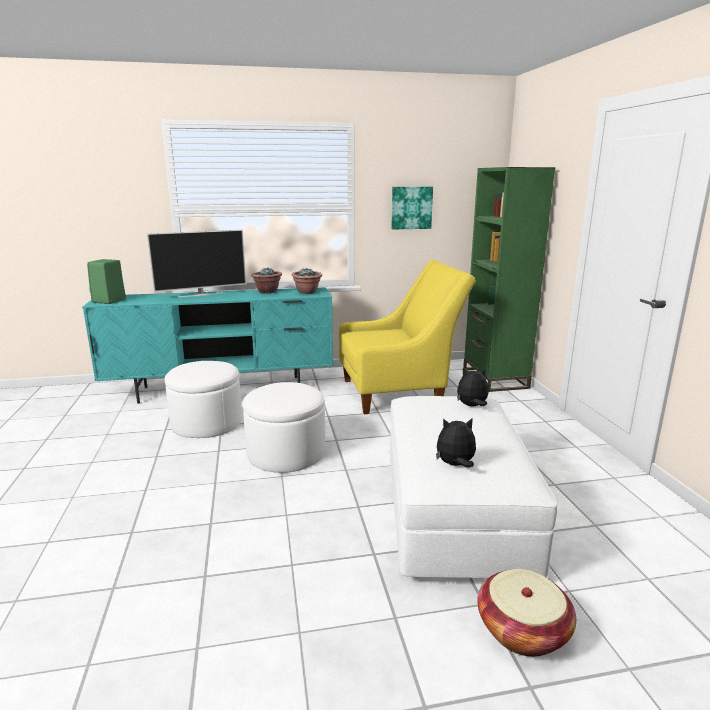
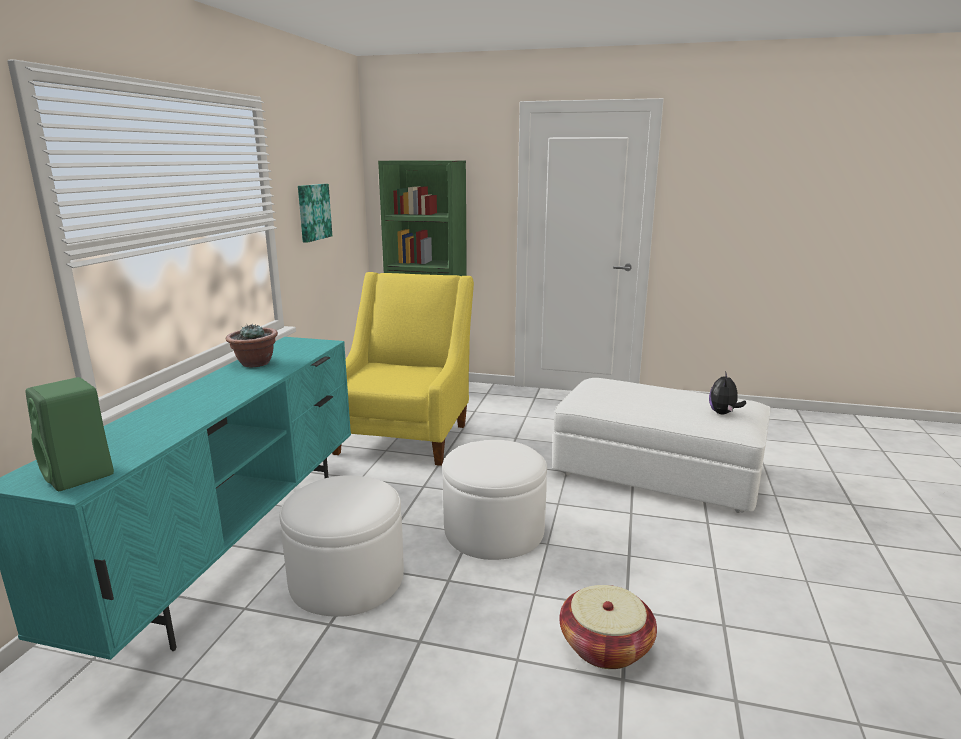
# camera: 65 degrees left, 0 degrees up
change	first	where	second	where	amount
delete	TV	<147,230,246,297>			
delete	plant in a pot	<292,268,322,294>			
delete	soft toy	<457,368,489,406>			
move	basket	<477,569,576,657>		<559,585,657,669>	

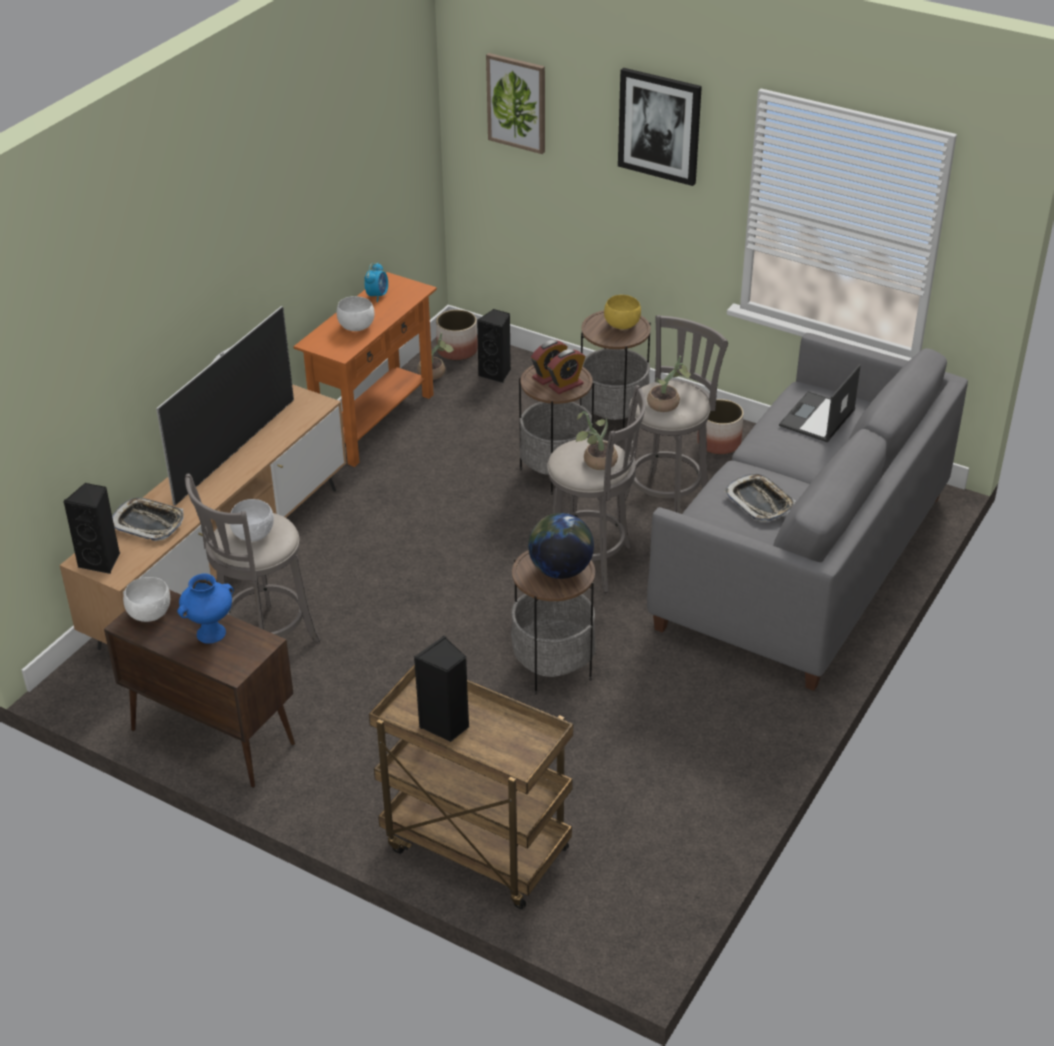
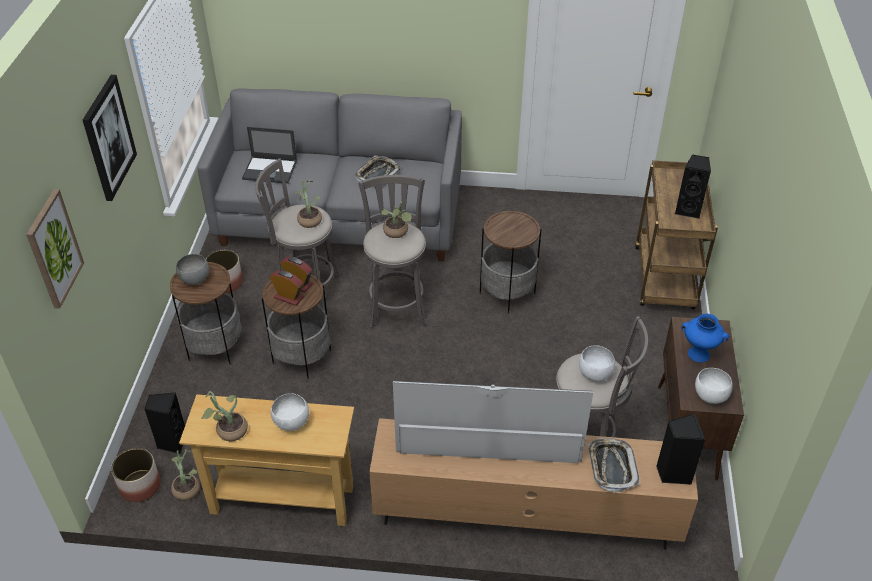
# camera: 115 degrees left, 5 degrees up
change	first	where	second	where	amount
recolor	console table/orange-coloured	<293,272,437,467>	console table/beige-coloured	<179,394,354,526>	
replace	bedside clock	<365,263,388,302>	plant in a pot	<202,391,248,441>	
delete	desk globe	<528,513,594,579>			
recolor	serving bowl/yellowish	<604,295,641,330>	serving bowl/gray	<176,254,209,285>	

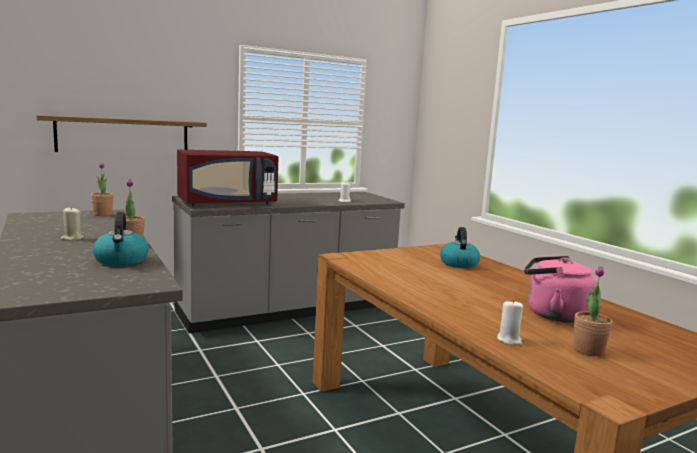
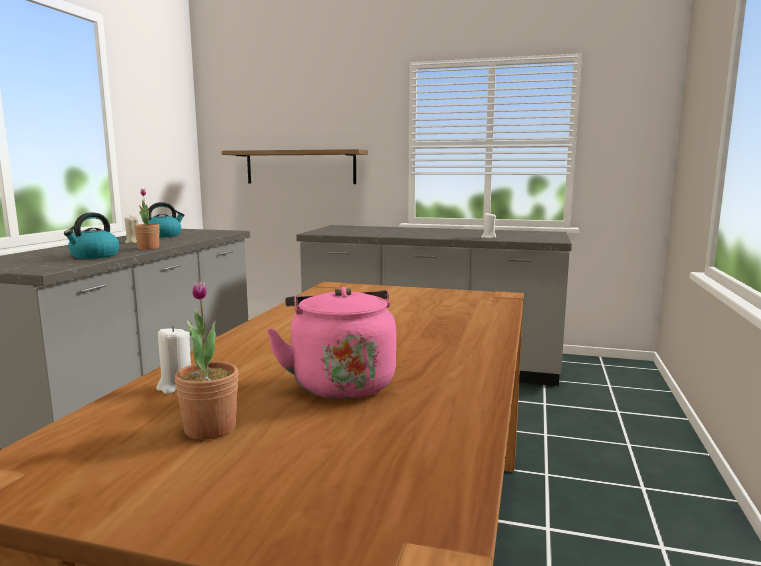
# camera: 45 degrees right, 0 degrees up
change	first	where	second	where	amount
delete	plant in a pot	<91,162,114,216>			
delete	microwave/red-coloured	<177,150,279,207>			
move	water kettle	<440,227,480,268>		<148,202,184,237>	

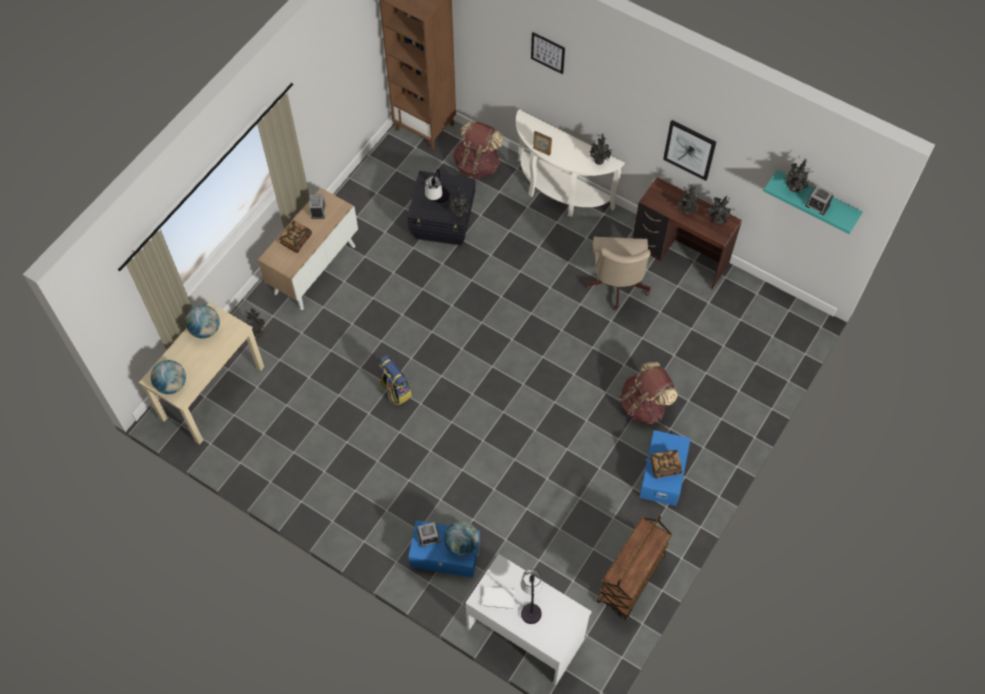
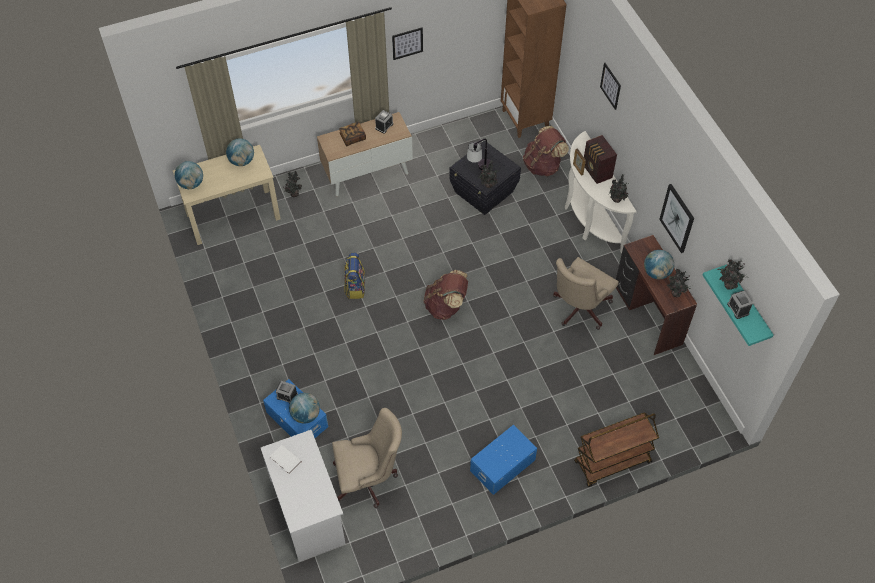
# camera: 35 degrees right, 5 degrees down
change	first	where	second	where	amount
delete	lamp for a table	<521,569,542,624>			
move	trolley/brown-coloured	<596,516,672,620>		<574,413,659,487>	
move	backpack/brown-coloured	<619,362,678,425>		<424,270,468,320>	
delete	bound book	<650,450,682,479>			
replace	plant in a pot	<678,184,700,215>	desk globe	<644,250,674,279>	
insert			office chair/beige-coloured	<332,408,402,508>	
insert			picture	<392,27,423,60>	
insert			radio	<584,135,617,184>	

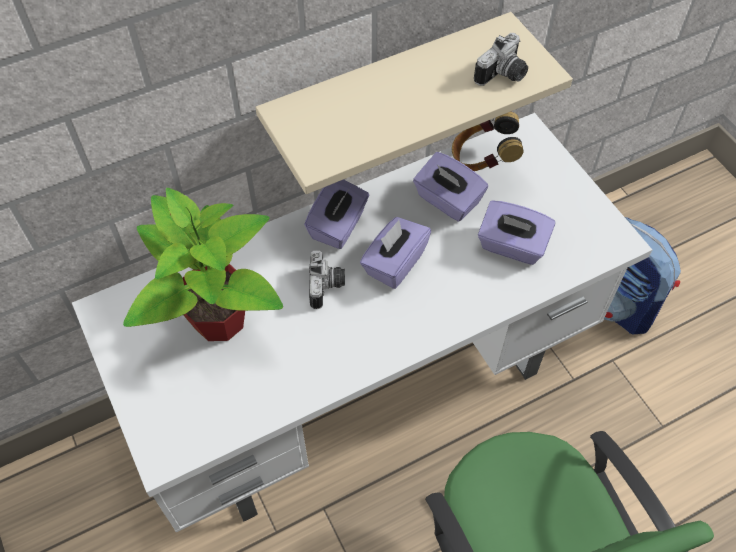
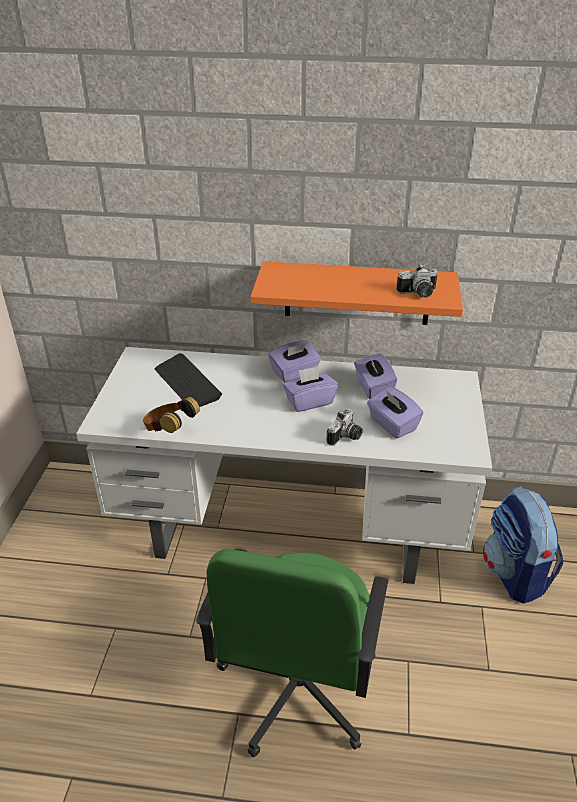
# camera: 35 degrees right, 20 degrees down
change	first	where	second	where	amount
replace	plant in a pot	<123,188,283,341>	computer keyboard	<155,353,222,407>	
recolor	bracket shelf/beige-coloured	<255,12,573,194>	bracket shelf/orange-coloured	<250,261,463,325>	
move	photo camera	<309,251,345,309>		<326,409,363,446>	
move	headphones	<452,111,523,171>		<143,397,200,433>	

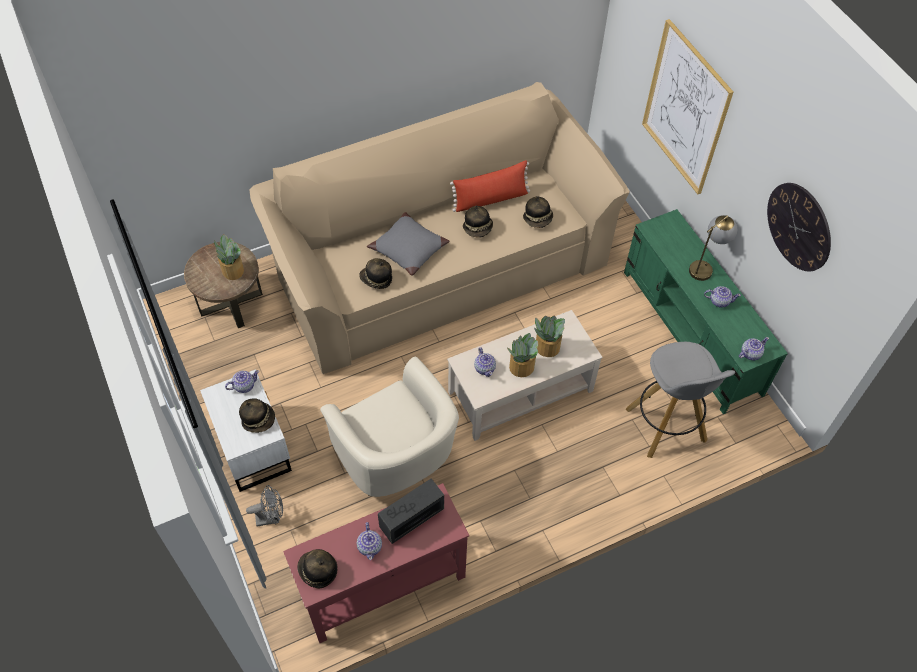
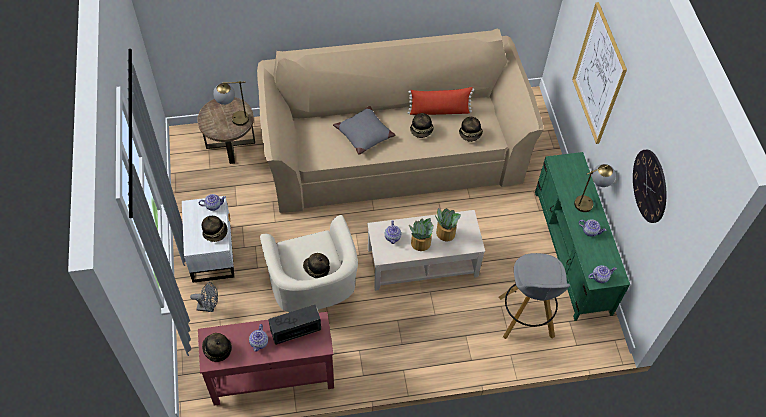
# camera: 15 degrees right, 0 degrees up
change	first	where	second	where	amount
replace	plant in a pot	<214,234,244,280>	lamp for a table	<213,81,249,126>	
move	wearable hat	<360,258,392,289>		<303,253,330,278>	

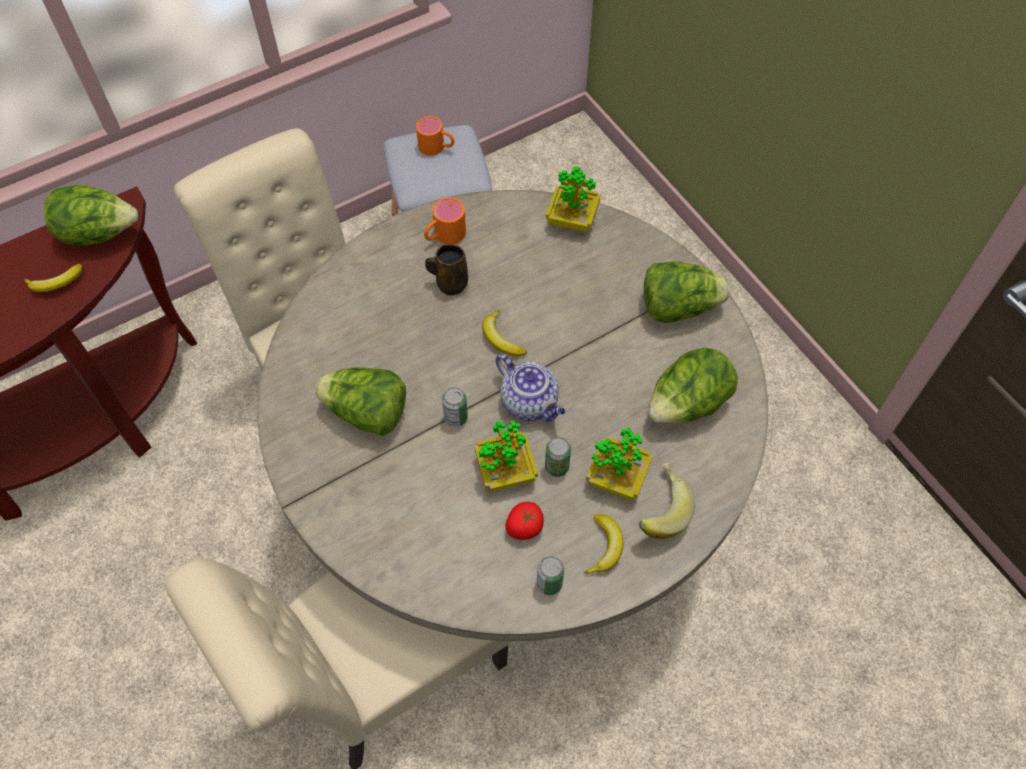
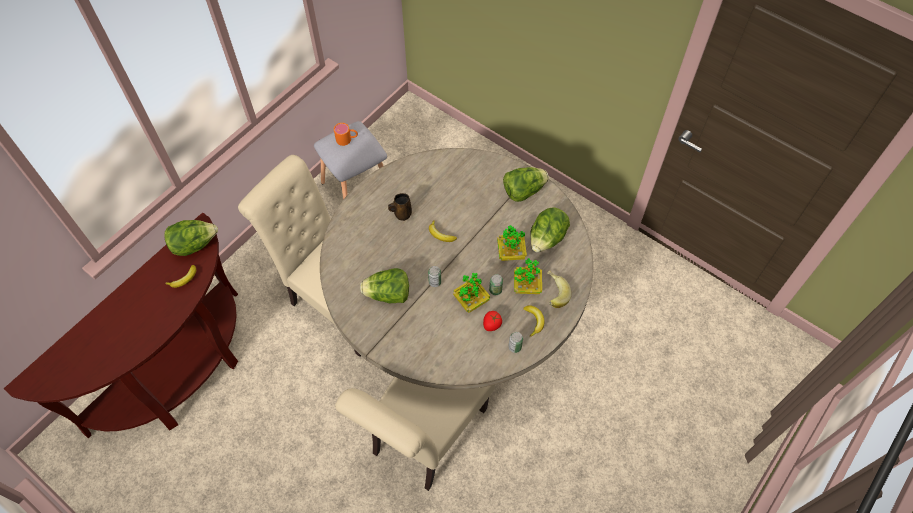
# camera: 20 degrees left, 0 degrees up
change	first	where	second	where	amount
delete	tea mug/orange-coloured	<424,197,466,244>			
delete	teapot	<496,354,565,422>			
move	plant in a pot	<546,166,601,232>		<497,225,527,261>	

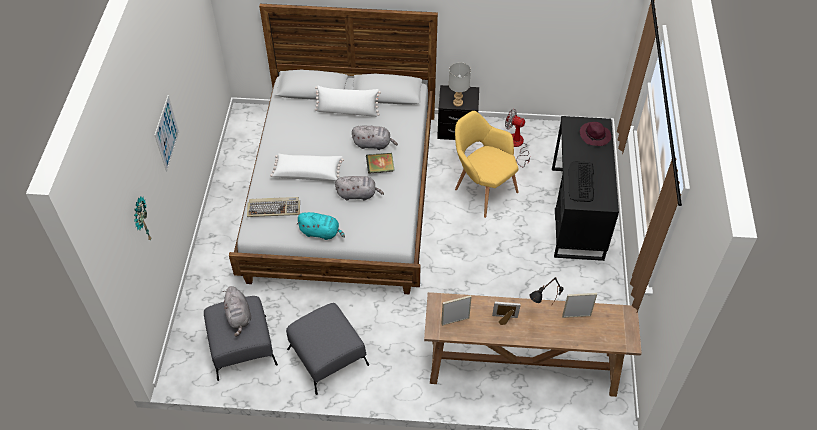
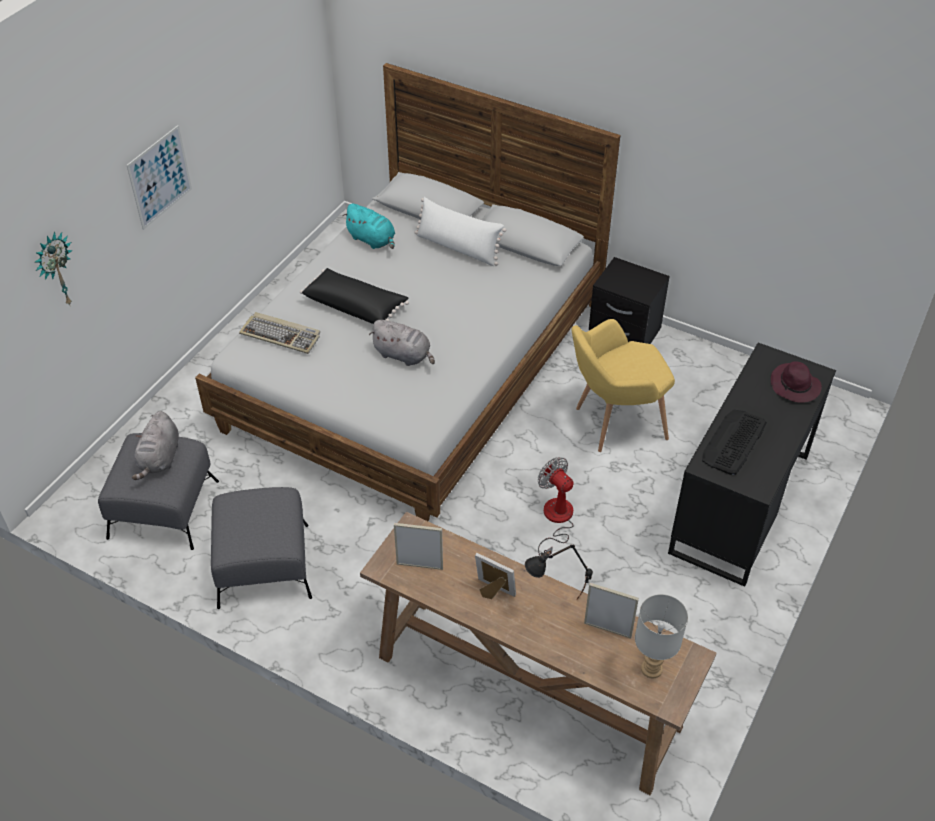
# camera: 25 degrees right, 5 degrees down
change	first	where	second	where	amount
recolor	pillow/white-coloured	<270,153,344,181>	pillow/blackish	<300,268,409,324>	
move	soft toy/turquoise-coloured	<296,212,345,240>		<342,203,395,249>	
delete	soft toy/gray	<352,126,398,150>			
delete	bound book	<366,153,394,174>			
move	lamp for a table/gray	<449,62,471,107>		<635,594,688,678>	
rotate	easy chair/yellowish	<455,111,519,218>		<571,319,675,452>	90 degrees counterclockwise
move	cooling fan	<505,109,530,167>		<538,457,574,556>	

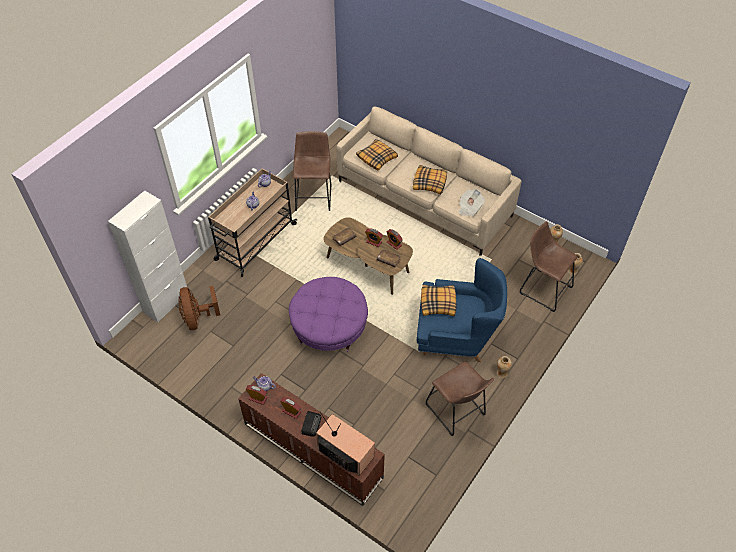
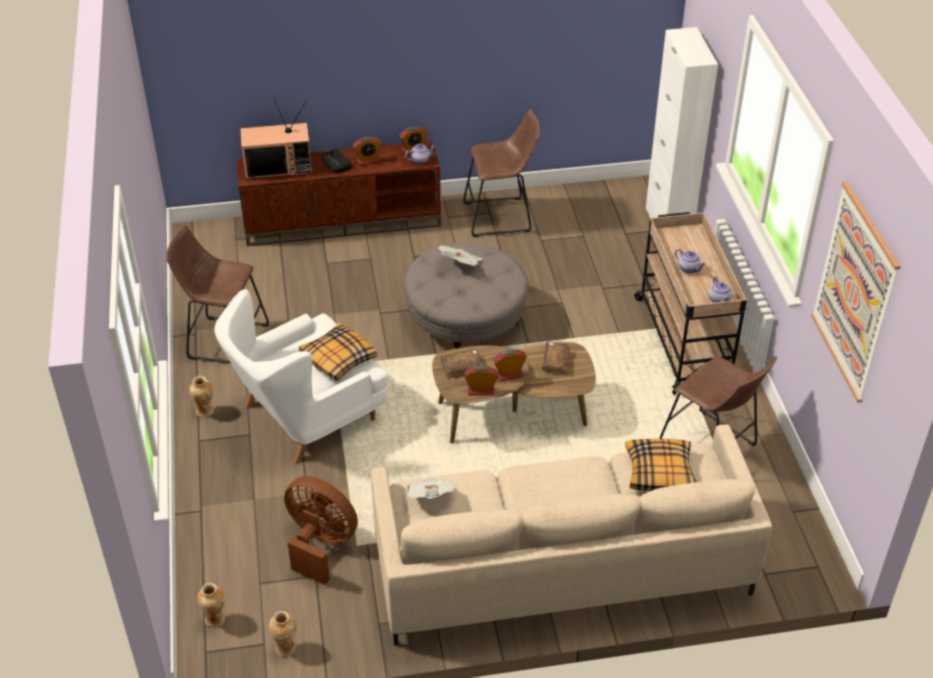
# camera: 135 degrees right, 10 degrees down
change	first	where	second	where	amount
move	cooling fan/brown-coloured	<179,286,220,330>		<284,476,358,585>	
recolor	pouffe/purple-coloured	<289,277,368,352>	pouffe/gray	<404,242,529,349>	
delete	pillow	<413,165,447,194>			
recolor	easy chair/bluish	<417,258,507,362>	easy chair/white-coloured	<214,289,388,463>	
move	stool/brown-coloured	<520,221,577,312>		<463,109,540,237>	
insert			newspaper	<438,245,483,266>	
insert			picture	<811,181,901,403>	

